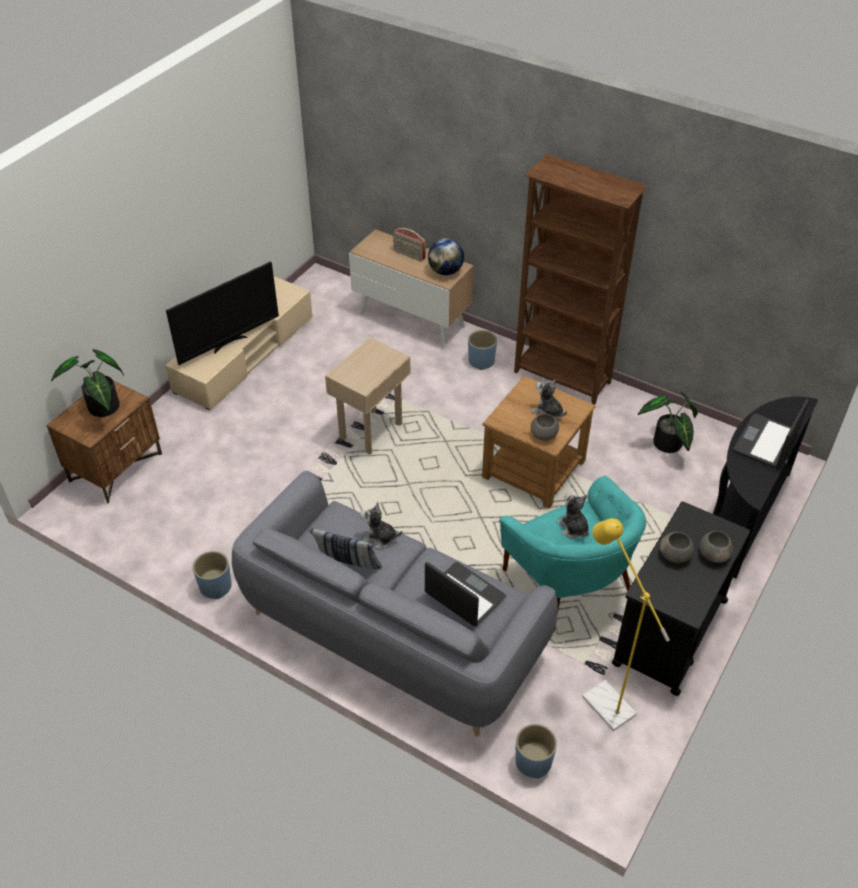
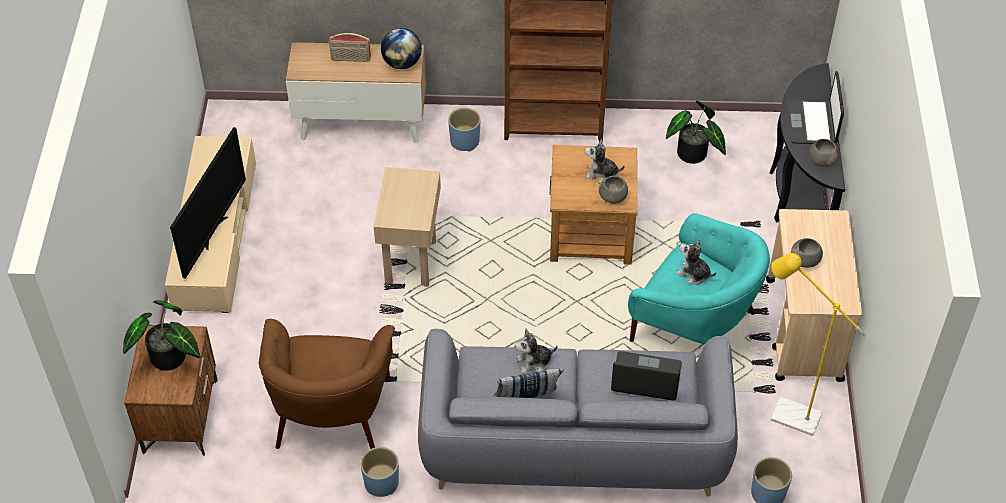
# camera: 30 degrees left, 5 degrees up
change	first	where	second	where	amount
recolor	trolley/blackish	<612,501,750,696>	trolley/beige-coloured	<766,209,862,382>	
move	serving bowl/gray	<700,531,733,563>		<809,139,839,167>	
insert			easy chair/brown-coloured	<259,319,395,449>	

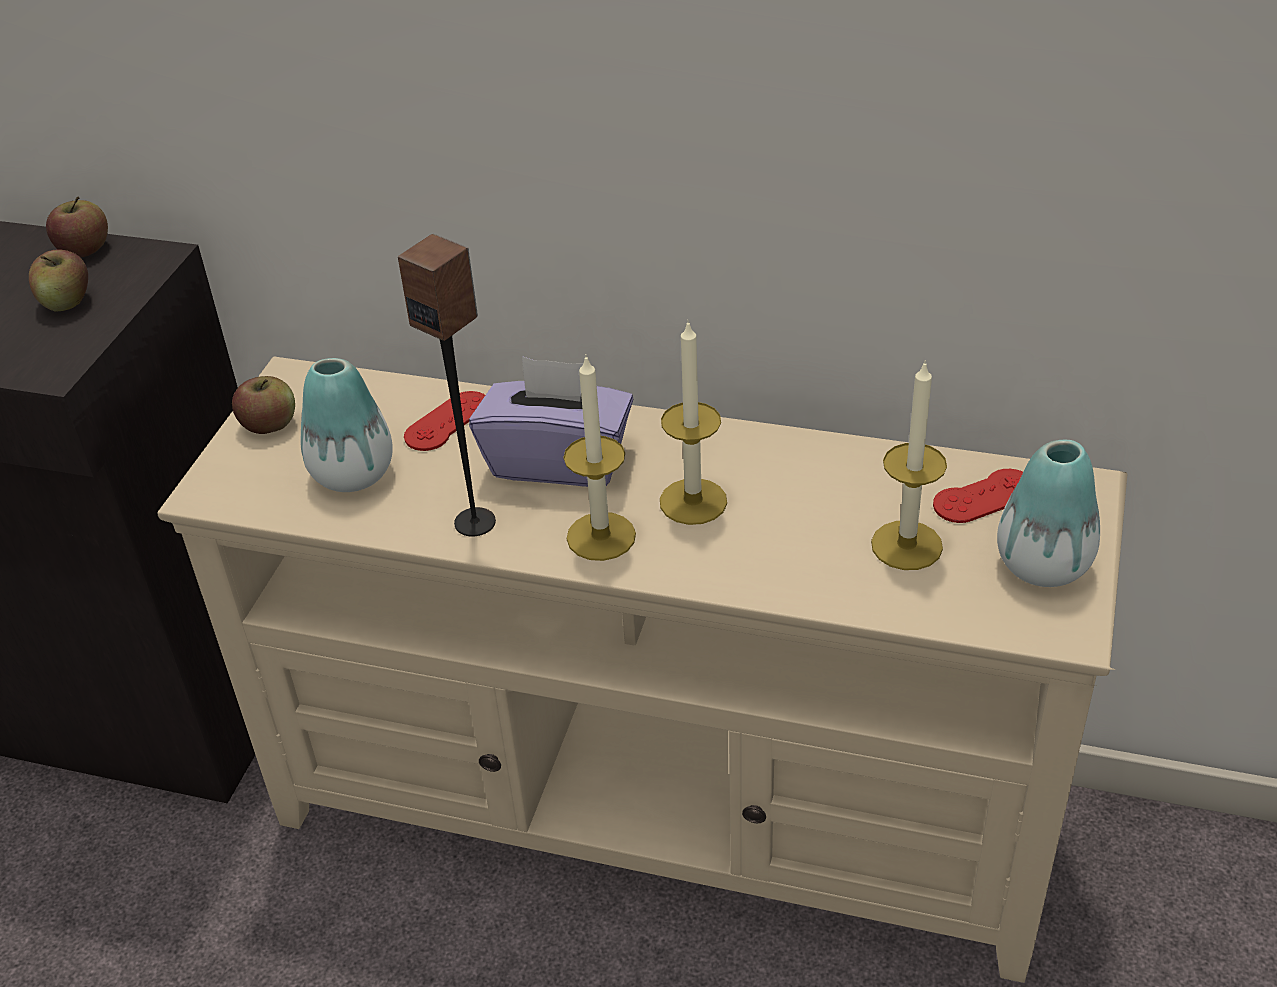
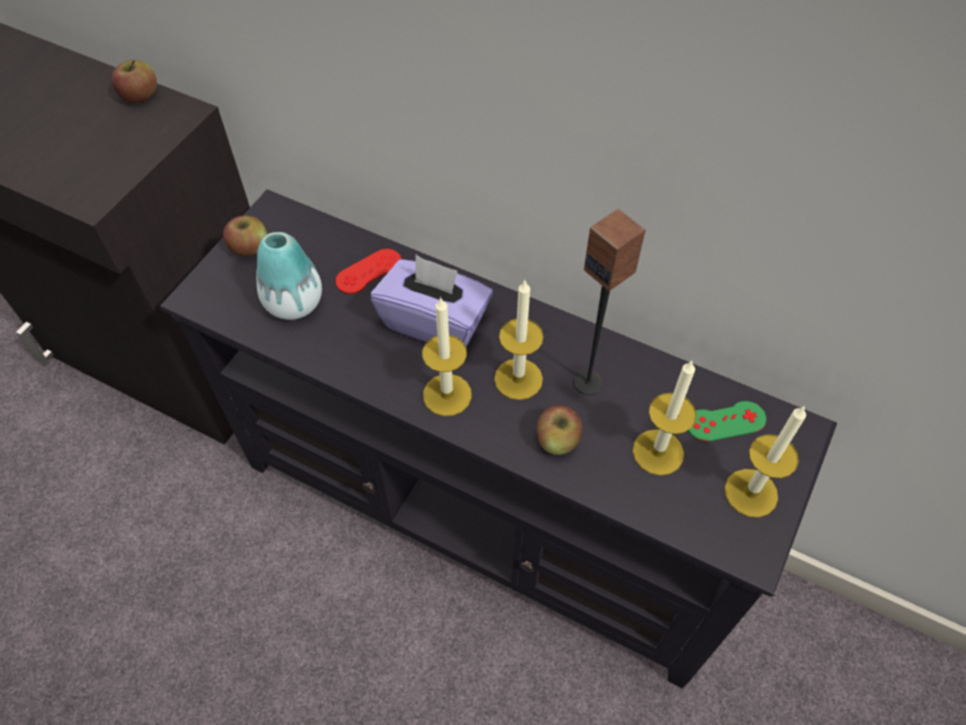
# camera: 10 degrees right, 15 degrees up
change	first	where	second	where	amount
move	whole apple	<29,249,88,311>		<537,405,582,455>	
recolor	media console/beige-coloured	<157,357,1127,983>	media console/blackish	<160,189,837,689>	
move	audio speaker	<398,233,496,536>		<573,209,646,395>	
recolor	joypad/red-coloured	<933,469,1023,523>	joypad/green-coloured	<688,401,766,442>	
replace	vase	<997,440,1100,587>	wax candle	<725,406,806,518>	

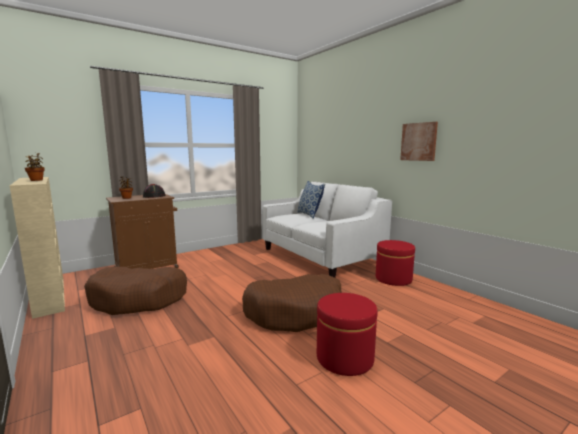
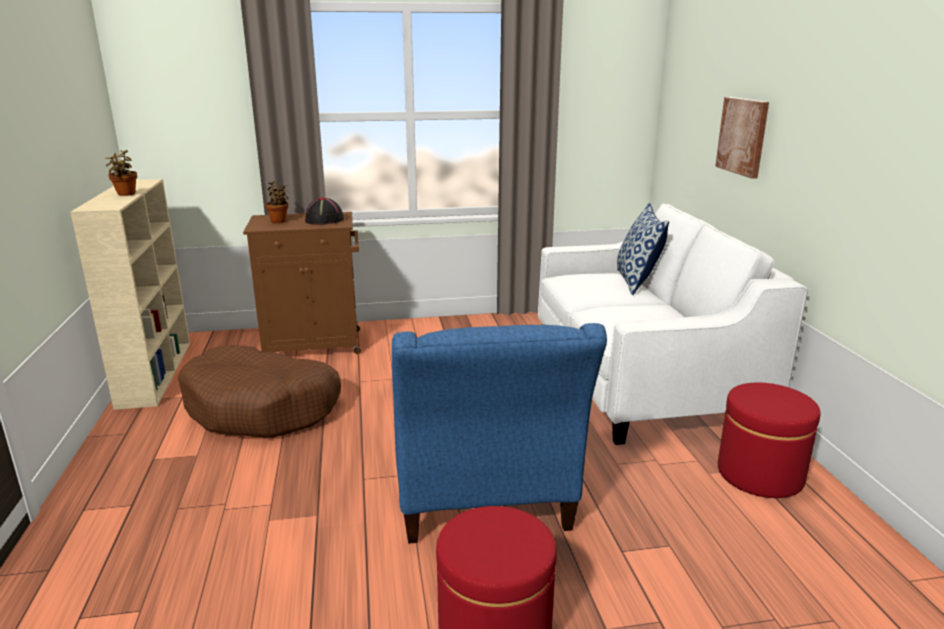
# camera: 25 degrees right, 10 degrees up
change	first	where	second	where	amount
replace	pet bed/brown-coloured	<242,274,341,332>	easy chair/bluish	<392,323,607,543>	
move	picture	<400,122,438,161>		<715,97,769,179>	

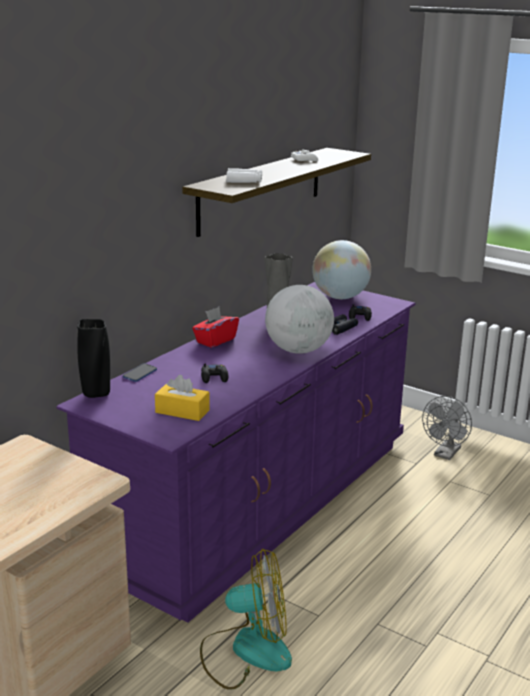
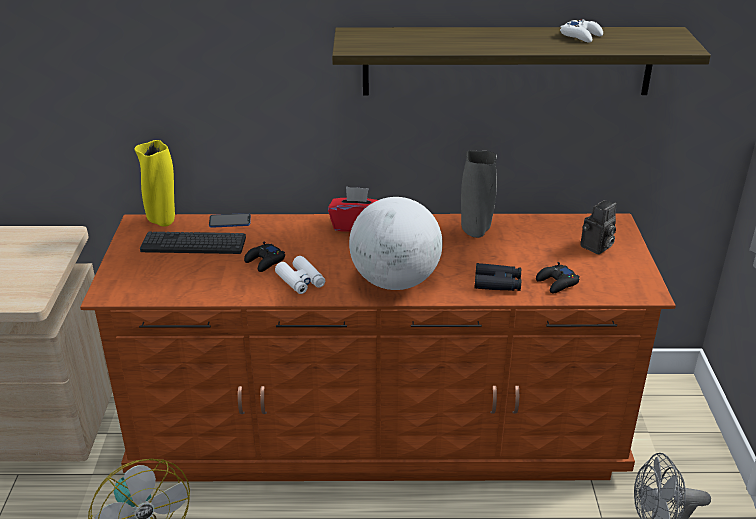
# camera: 55 degrees right, 10 degrees up
change	first	where	second	where	amount
recolor	drawer chest/purple-coloured	<56,282,416,623>	drawer chest/brown-coloured	<80,214,676,482>	
recolor	vase/blackish	<77,319,110,398>	vase/yellowish	<134,140,175,227>	
delete	box of tissues/yellowish	<155,375,210,421>			
move	field glasses/white-coloured	<226,168,262,183>		<275,256,325,294>	
replace	desk globe	<312,240,371,299>	photo camera	<580,200,617,255>	
insert			computer keyboard	<140,232,246,254>	

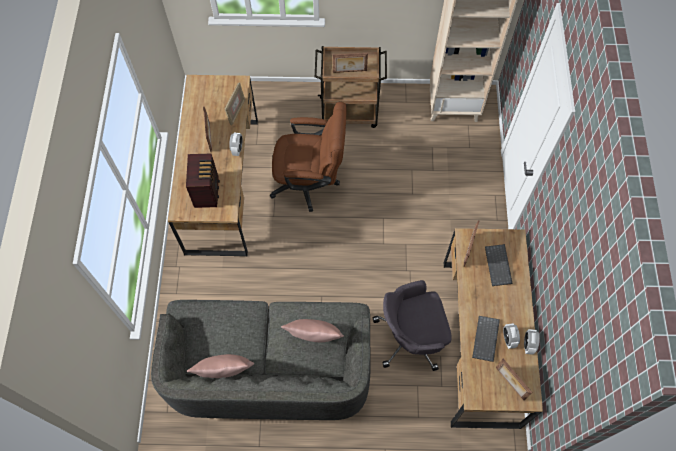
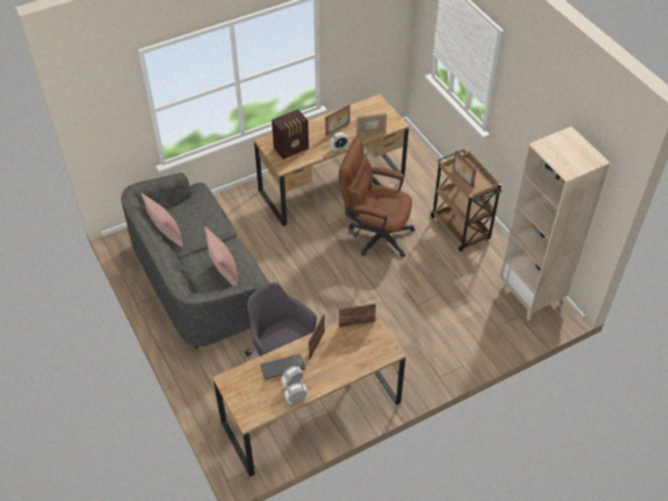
# camera: 60 degrees right, 15 degrees down
change	first	where	second	where	amount
rotate	office chair/brown-coloured	<270,102,347,212>		<339,139,415,257>	135 degrees clockwise
delete	computer keyboard	<485,244,513,286>			
move	picture frame	<496,359,533,400>		<308,314,325,360>	

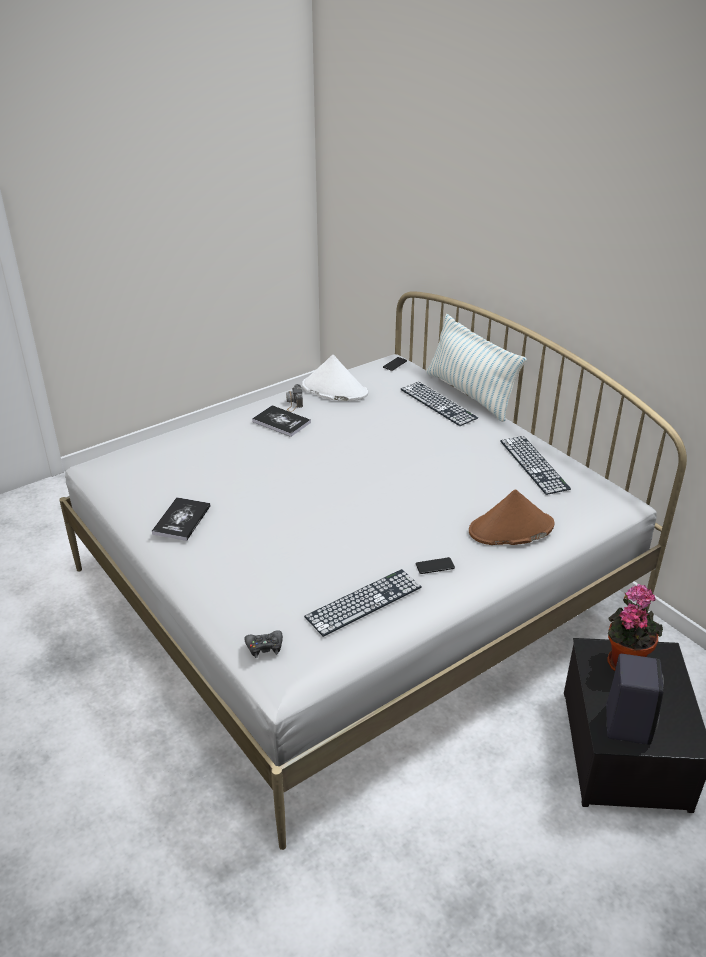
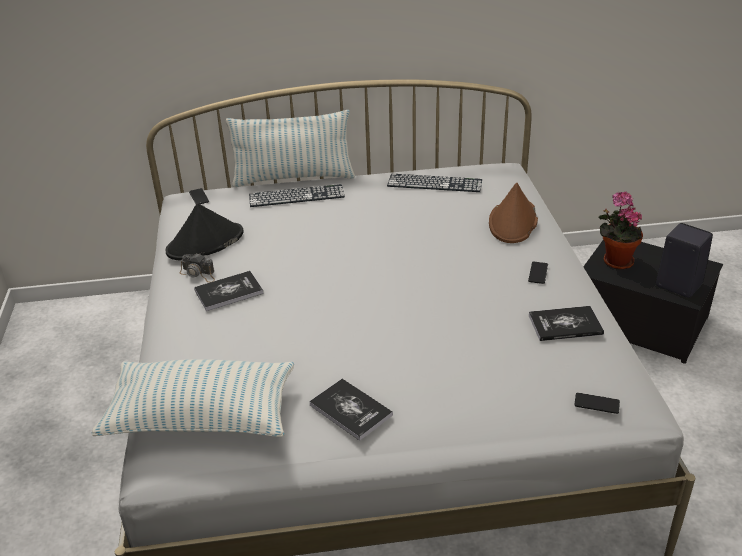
# camera: 60 degrees left, 0 degrees up
change	first	where	second	where	amount
replace	joypad/blackish	<244,630,283,658>	handset	<574,393,620,414>	
recolor	wearable hat/white-coloured	<302,355,368,401>	wearable hat/blackish	<166,204,243,261>	
replace	computer keyboard	<304,569,422,637>	bound book	<529,306,604,341>	
insert			pillow	<92,359,294,437>	

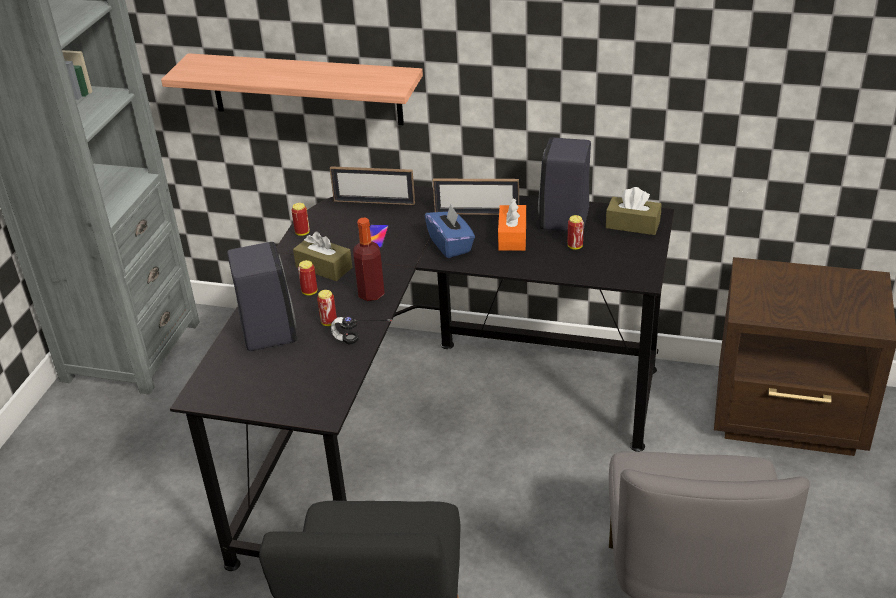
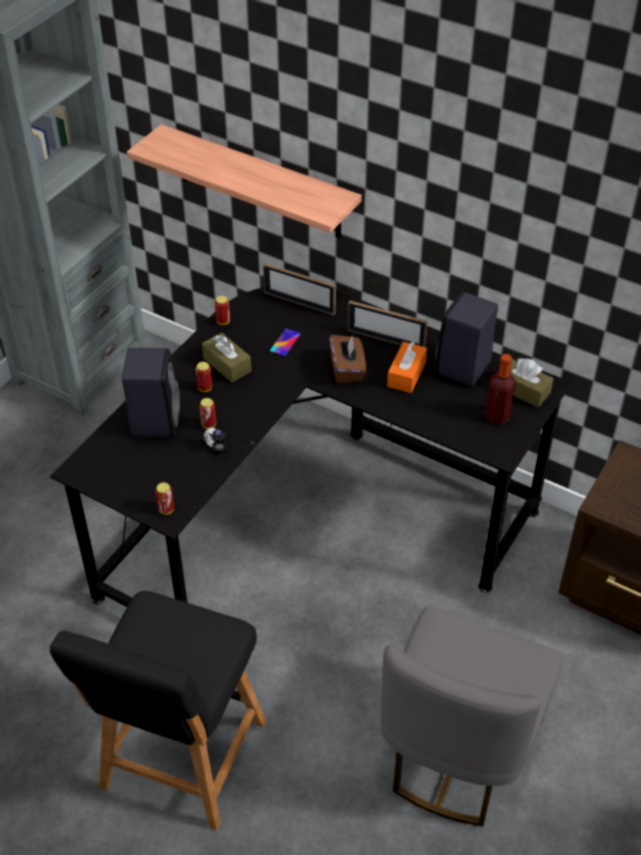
# camera: 15 degrees right, 10 degrees up
change	first	where	second	where	amount
move	bottle	<353,218,385,301>		<485,354,515,424>	
recolor	box of tissues/bluish	<425,204,475,258>	box of tissues/brown-coloured	<329,334,366,384>	
move	can	<568,215,584,250>		<156,482,174,515>	

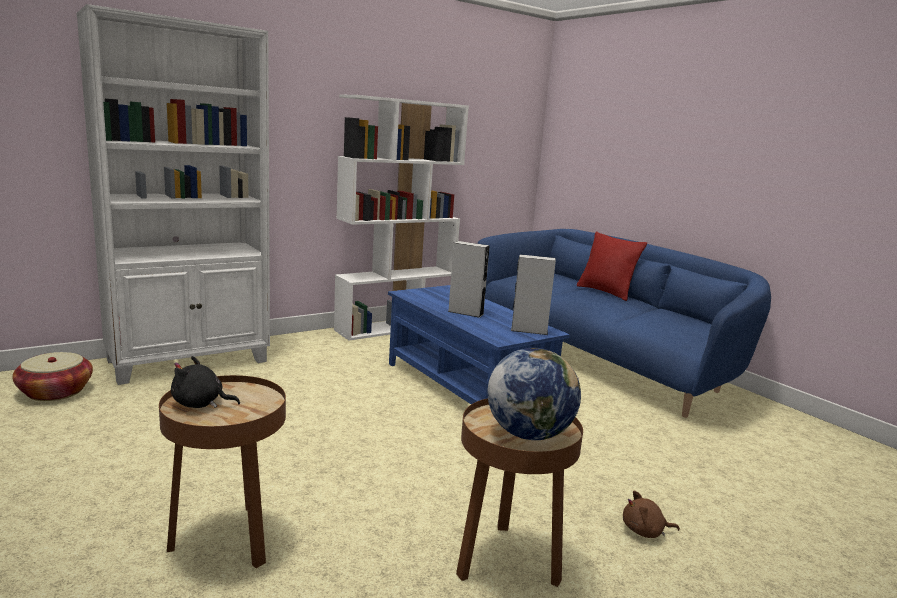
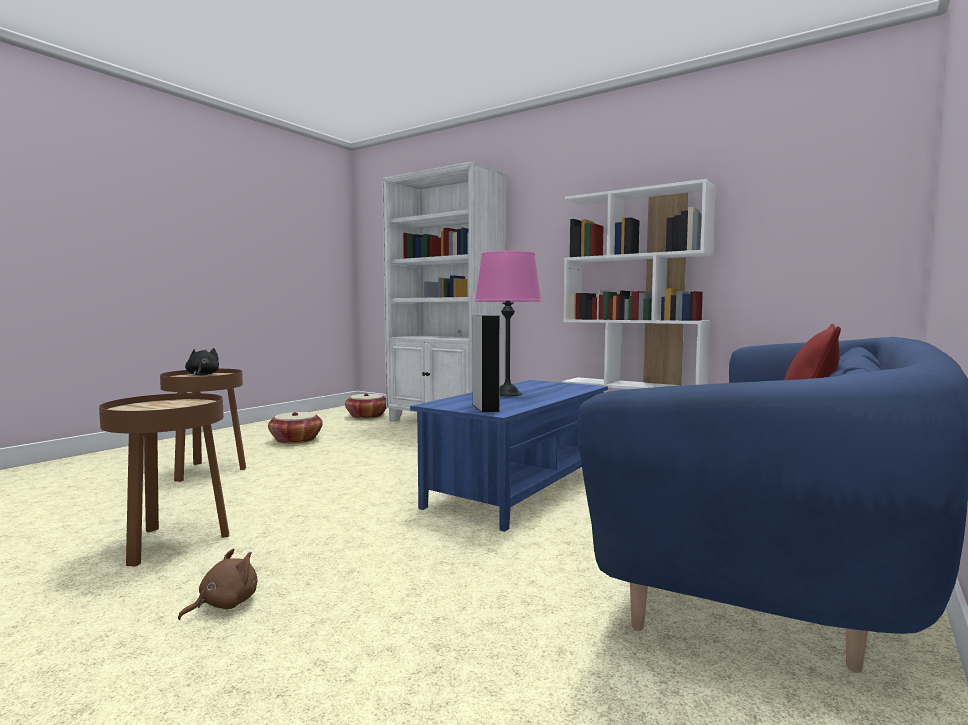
# camera: 70 degrees right, 10 degrees down
change	first	where	second	where	amount
replace	audio speaker/gray	<448,241,490,318>	lamp for a table/pink	<475,251,542,396>	
delete	desk globe	<487,347,581,440>			
rotate	soft toy/brown-coloured	<623,490,680,538>		<178,549,257,620>	60 degrees clockwise
insert			basket	<268,412,323,444>	

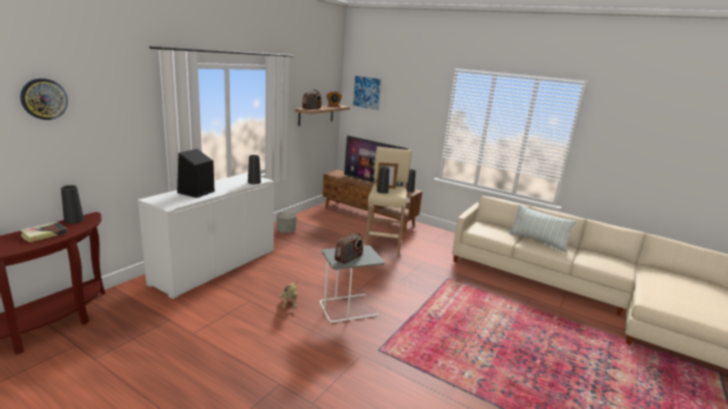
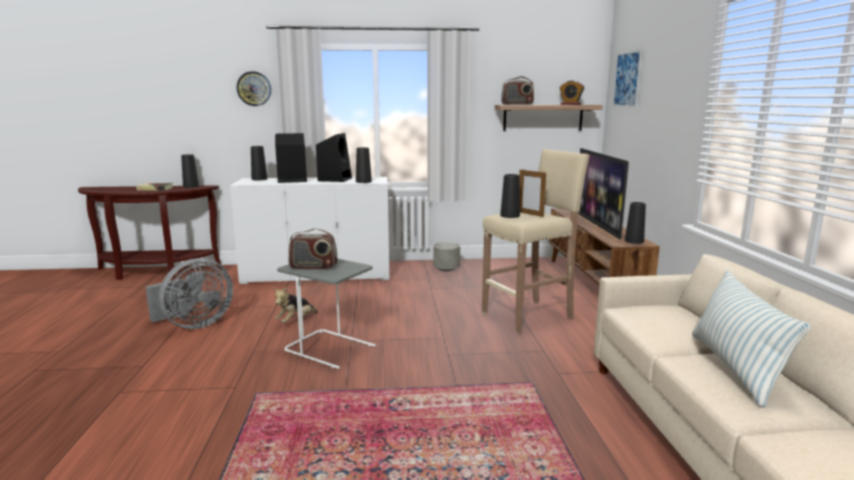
# camera: 55 degrees right, 5 degrees down
change	first	where	second	where	amount
move	clock on the wall	<20,78,68,120>		<237,71,271,106>	
insert			cooling fan/gray	<145,258,233,329>	
insert			vase/blackish	<251,146,268,180>	
insert			audio speaker/blackish	<316,133,352,182>	

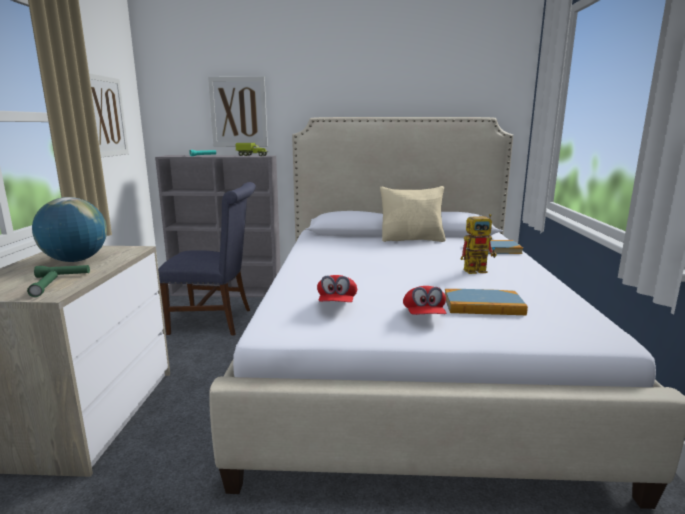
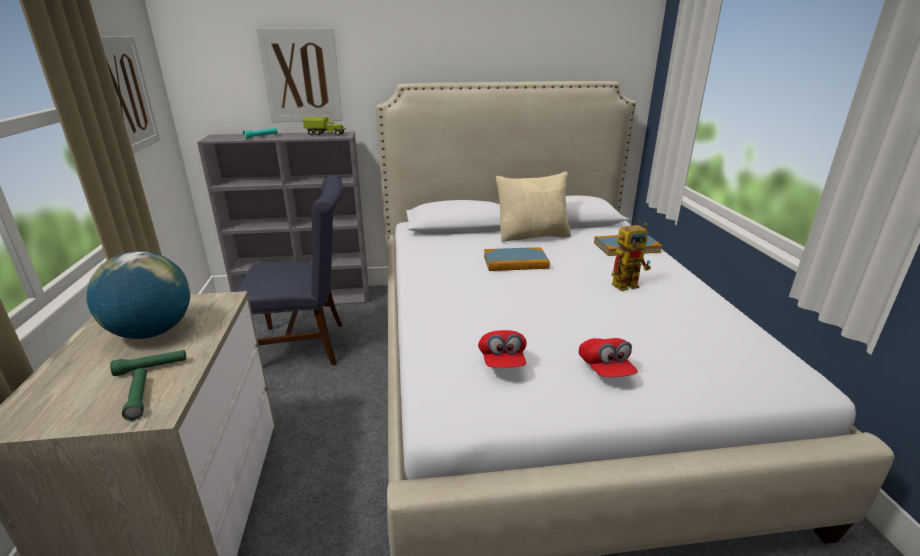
# camera: 10 degrees left, 10 degrees up
change	first	where	second	where	amount
move	bound book	<445,289,528,315>		<484,247,550,271>	

